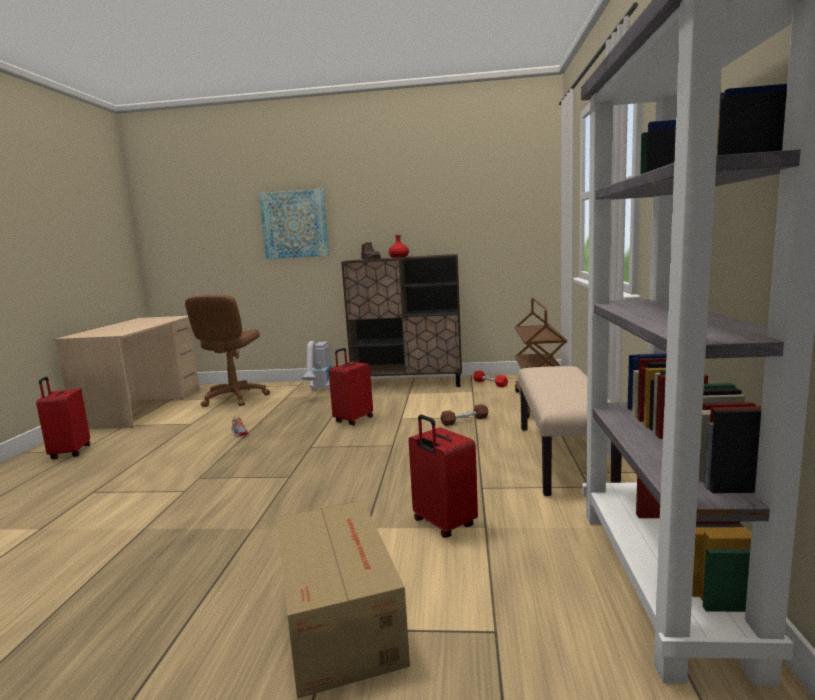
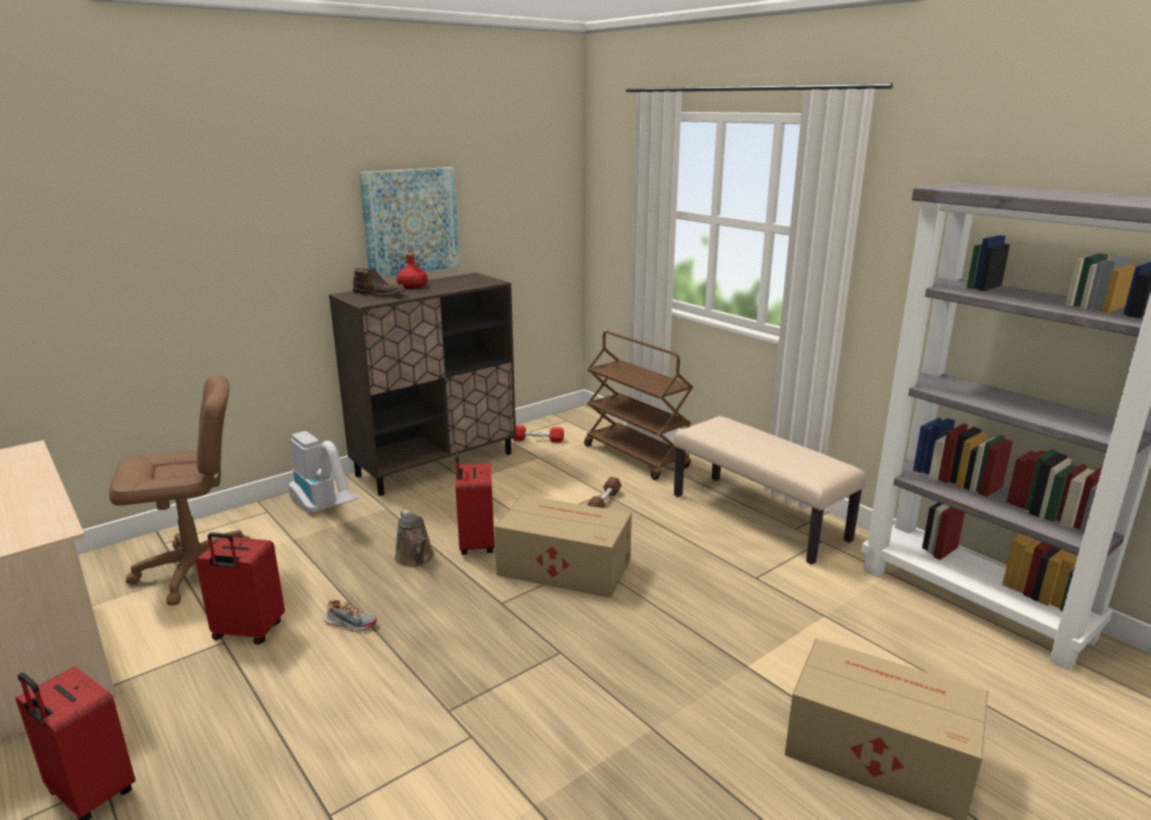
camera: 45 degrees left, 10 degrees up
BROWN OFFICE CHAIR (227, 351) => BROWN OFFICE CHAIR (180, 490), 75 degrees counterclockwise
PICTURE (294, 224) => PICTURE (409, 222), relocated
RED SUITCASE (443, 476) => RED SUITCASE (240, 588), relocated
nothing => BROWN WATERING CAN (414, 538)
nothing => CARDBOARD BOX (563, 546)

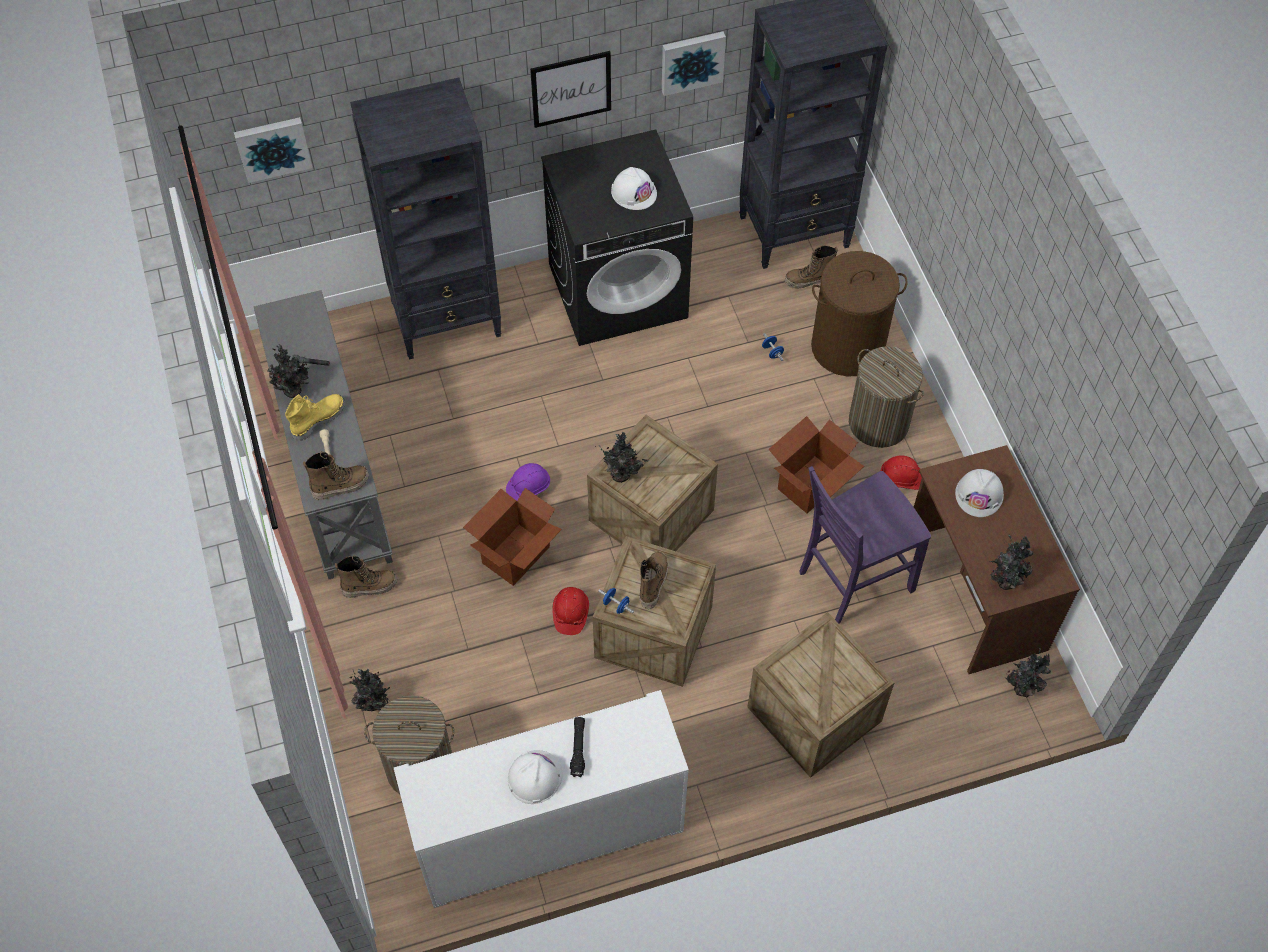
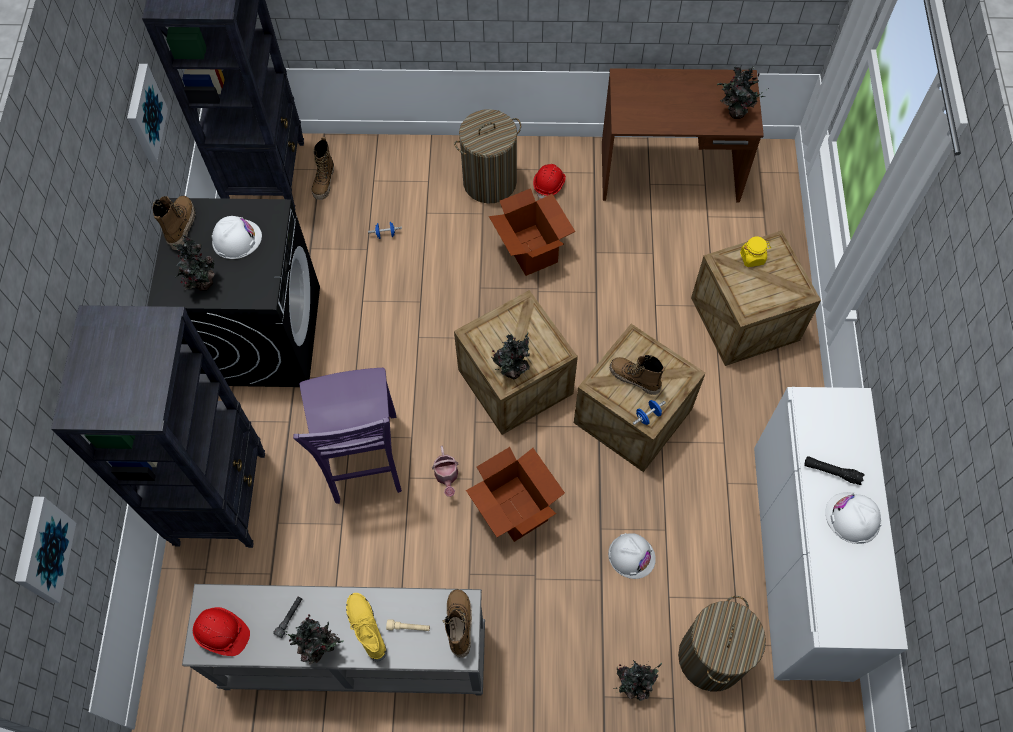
camera: 70 degrees left, 5 degrees up
BOOT (366, 576) => BOOT (173, 223), relocated
PURPLE HARD HAT (528, 482) => WATERING CAN (445, 471)
PICTURE (570, 89) => nothing
RED HARD HAT (571, 611) => RED HARD HAT (221, 631), relocated
PURPLE CHAIR (865, 544) => PURPLE CHAIR (347, 436), relocated
BROWN LAUNDRY BASKET (859, 313) => nothing
WHITE HARD HAT (979, 493) => WHITE HARD HAT (632, 556), relocated
POTTED PLANT (1028, 673) => POTTED PLANT (194, 263), relocated
nothing => YELLOW JAR (755, 251)

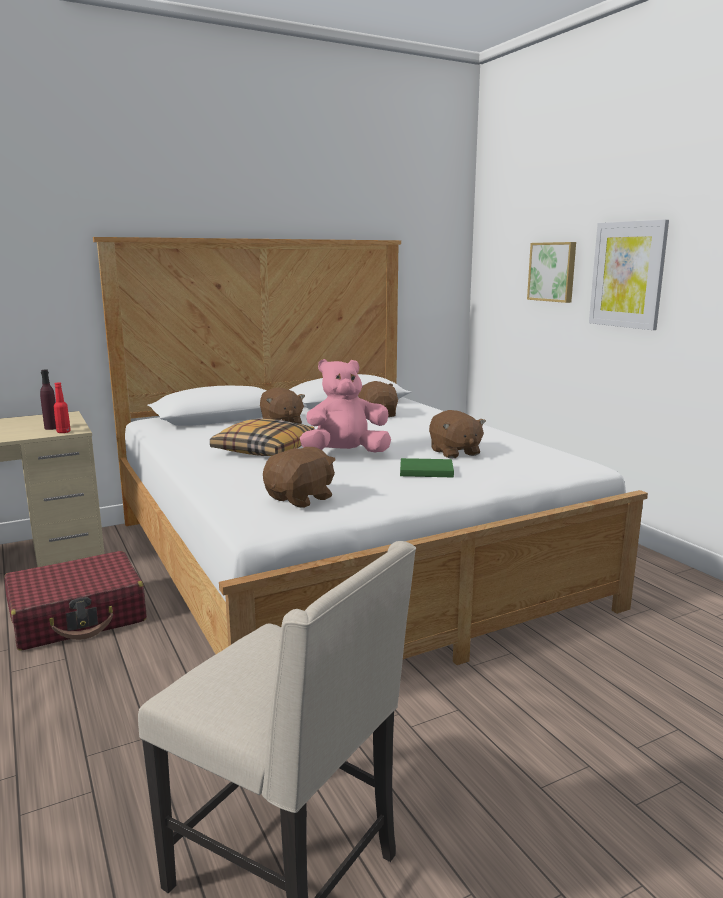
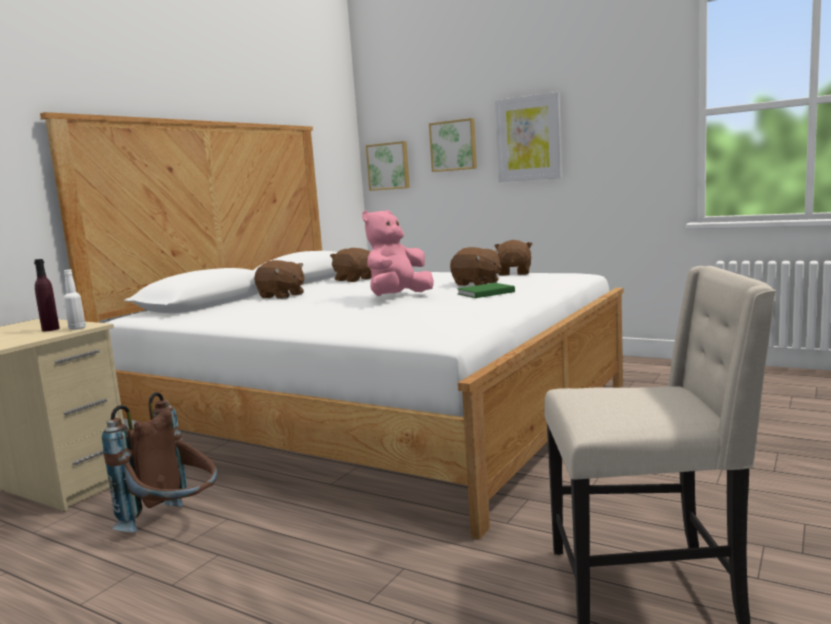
camera: 30 degrees left, 5 degrees down
RED SUITCASE (75, 601) => BROWN BACKPACK (159, 462)
RED BOTTLE (62, 407) => WHITE BOTTLE (75, 300)
PILLOW (262, 437) => nothing
BROWN PLUSH TOY (299, 477) => BROWN PLUSH TOY (513, 258), relocated
nothing => PICTURE (388, 166)

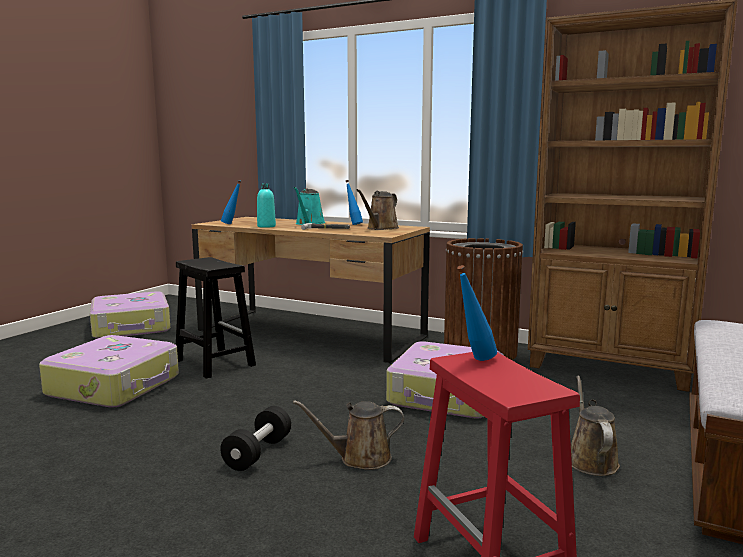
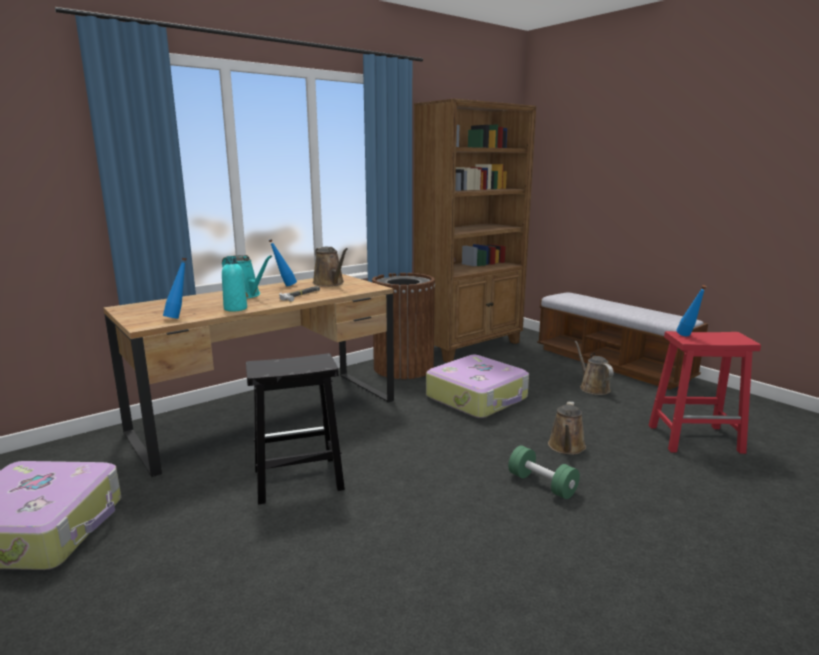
camera: 65 degrees left, 5 degrees up
SUITCASE (109, 371) => nothing
BLACK DUMBBELL (255, 438) => GREEN DUMBBELL (544, 472)
BROWN WATERING CAN (595, 426) => BROWN WATERING CAN (594, 368), 45 degrees clockwise

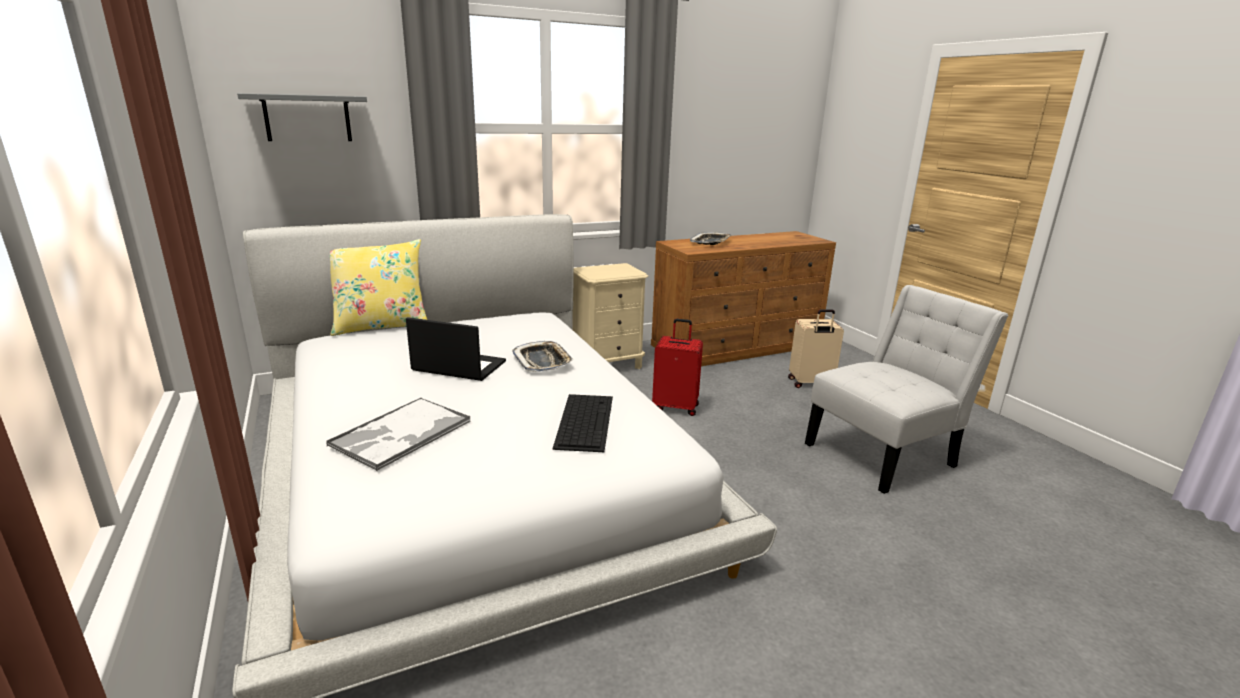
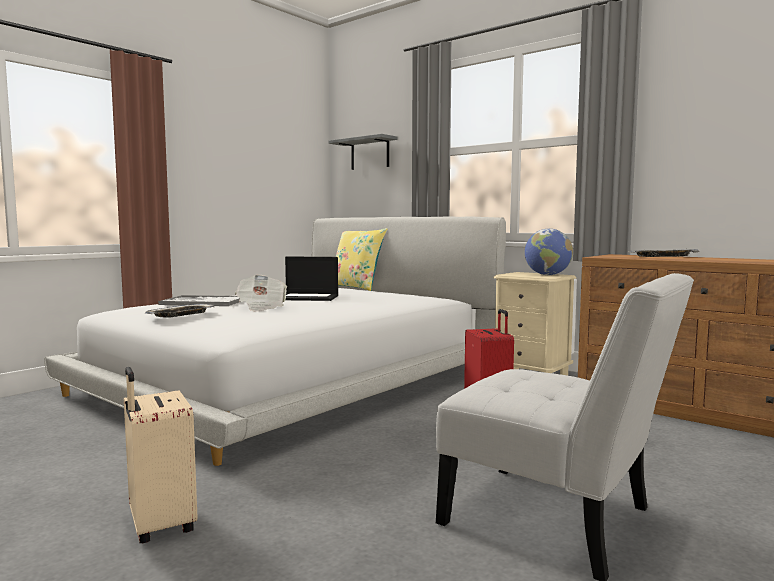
camera: 65 degrees right, 15 degrees down
LAPTOP (456, 349) => LAPTOP (311, 279), 105 degrees clockwise
TRAY (543, 356) => TRAY (180, 311), relocated
KEYBOARD (583, 423) => nothing
BEIGE SUITCASE (816, 348) => BEIGE SUITCASE (160, 455), relocated
nothing => NEWSPAPER (261, 293)
nothing => GLOBE (549, 252)

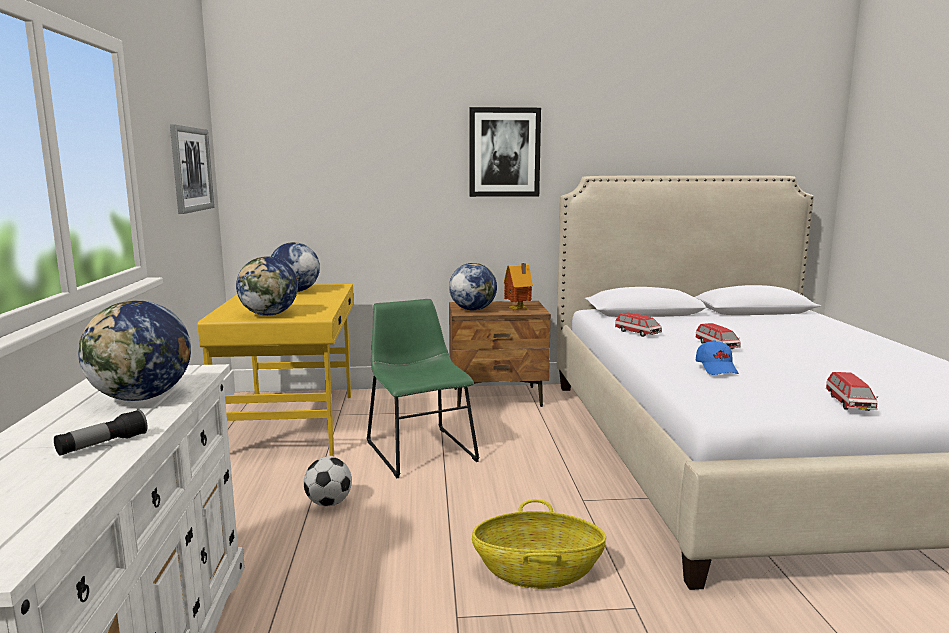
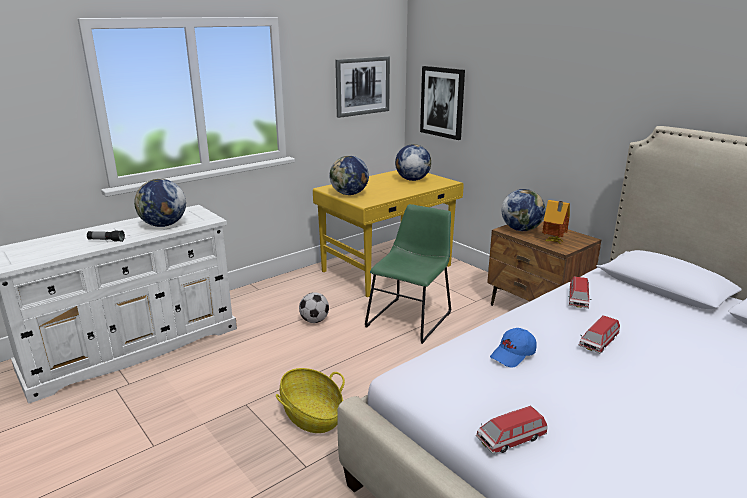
camera: 55 degrees right, 10 degrees up
PICTURE (505, 152) => PICTURE (442, 103), relocated

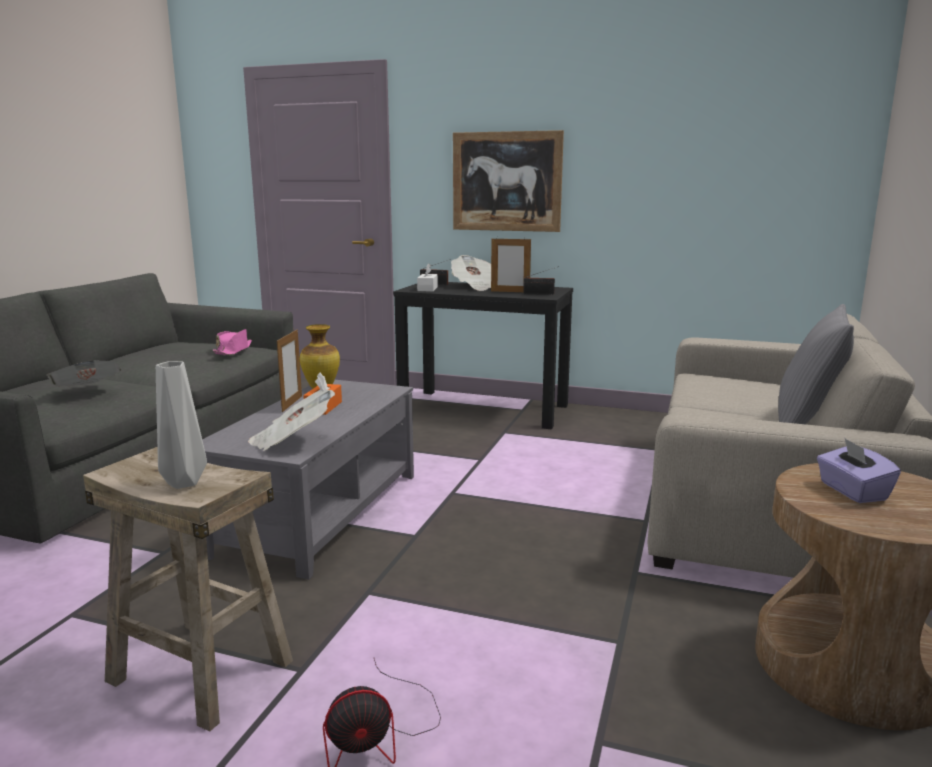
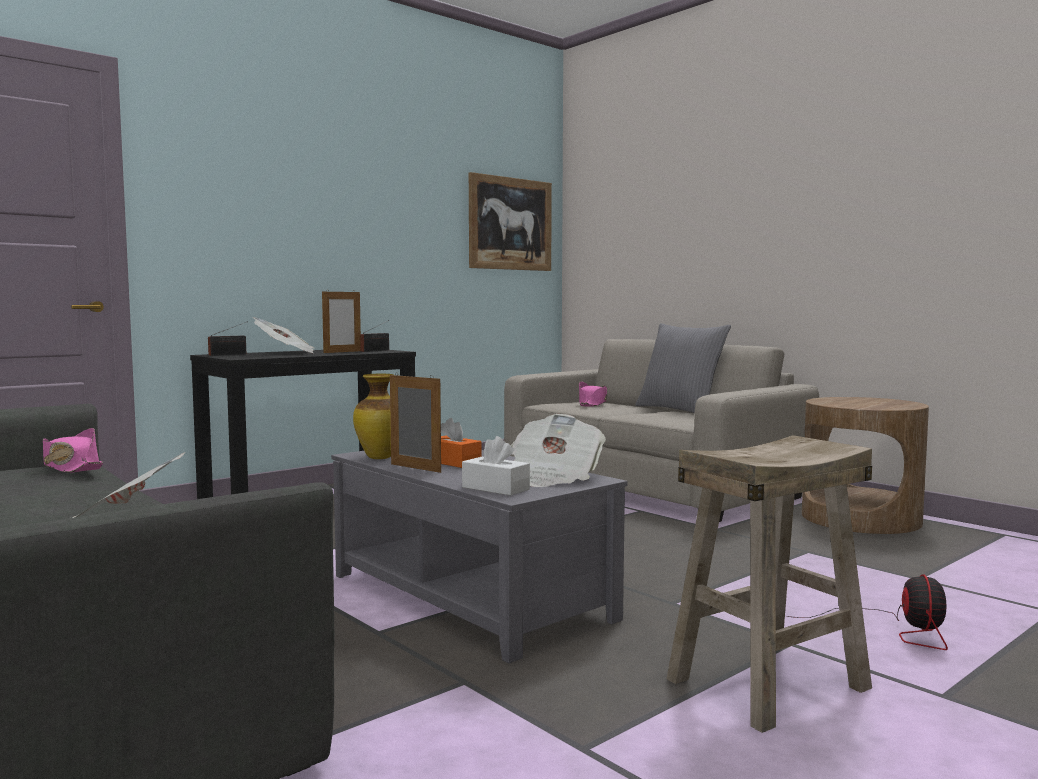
camera: 60 degrees left, 10 degrees down
GREY VASE (181, 425) => nothing
WHITE TISSUE BOX (427, 277) => WHITE TISSUE BOX (496, 466), relocated
PICTURE (508, 181) => PICTURE (510, 221), relocated
PURPLE TISSUE BOX (859, 470) => nothing
nothing => PINK HAT (593, 394)

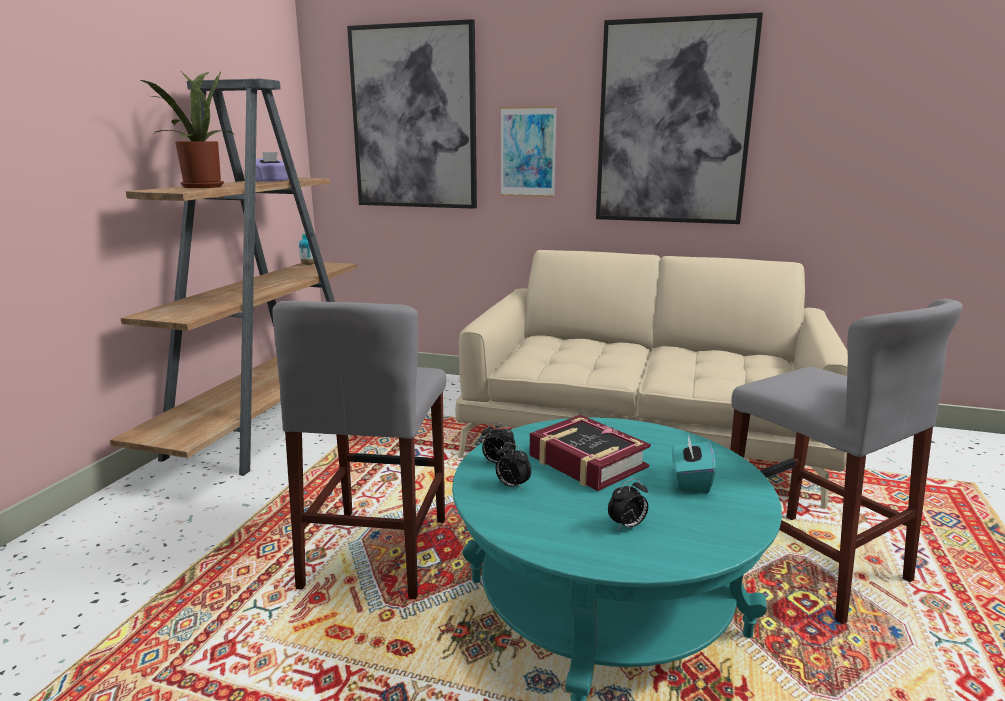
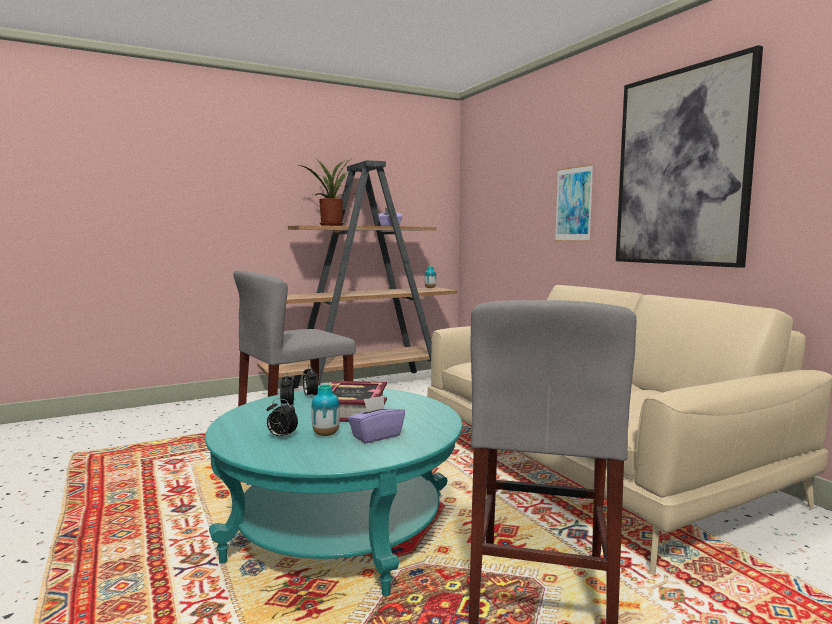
camera: 45 degrees right, 10 degrees down
PICTURE (412, 114) => nothing
TURQUOISE TISSUE BOX (694, 464) => PURPLE TISSUE BOX (376, 420)
nothing => VASE (325, 410)

